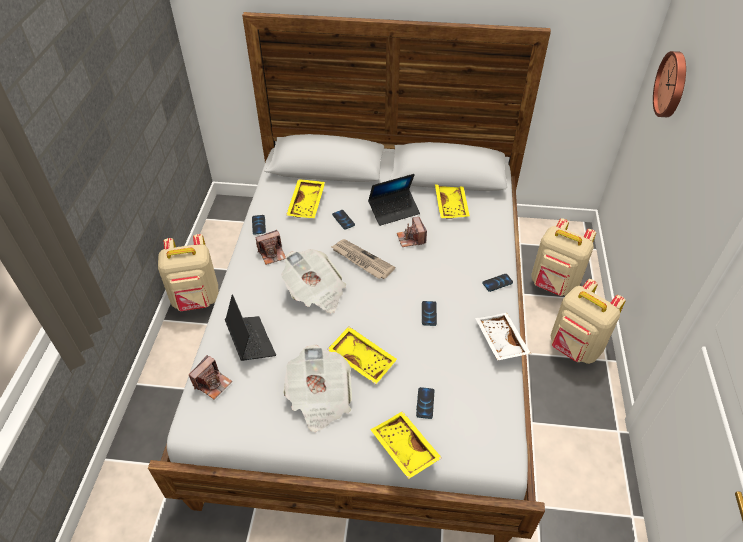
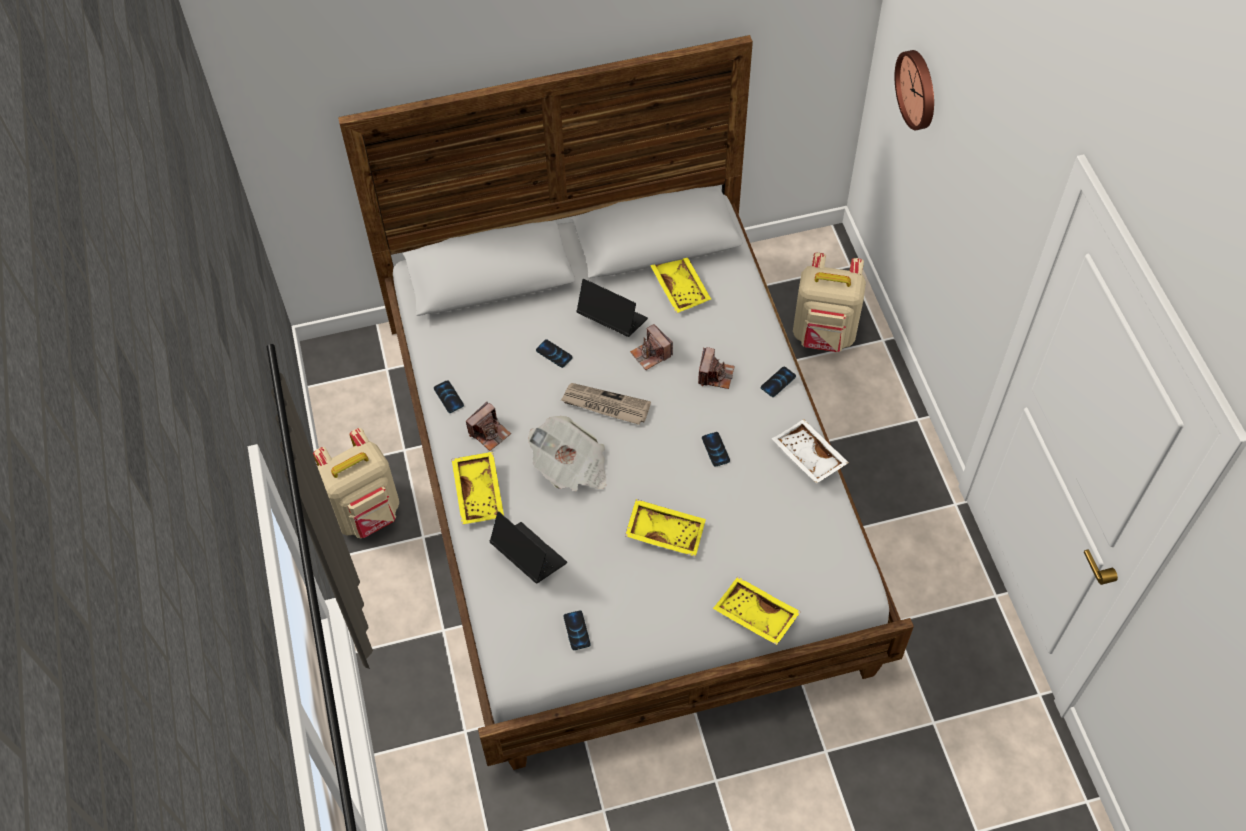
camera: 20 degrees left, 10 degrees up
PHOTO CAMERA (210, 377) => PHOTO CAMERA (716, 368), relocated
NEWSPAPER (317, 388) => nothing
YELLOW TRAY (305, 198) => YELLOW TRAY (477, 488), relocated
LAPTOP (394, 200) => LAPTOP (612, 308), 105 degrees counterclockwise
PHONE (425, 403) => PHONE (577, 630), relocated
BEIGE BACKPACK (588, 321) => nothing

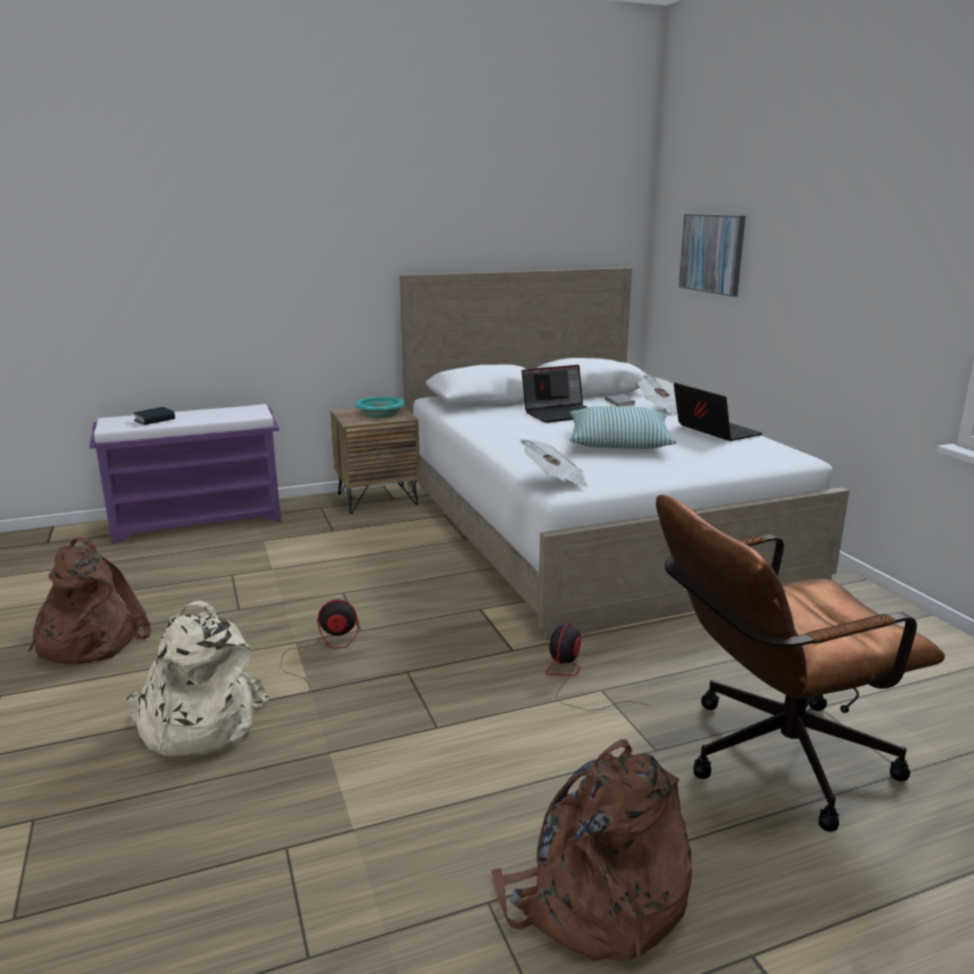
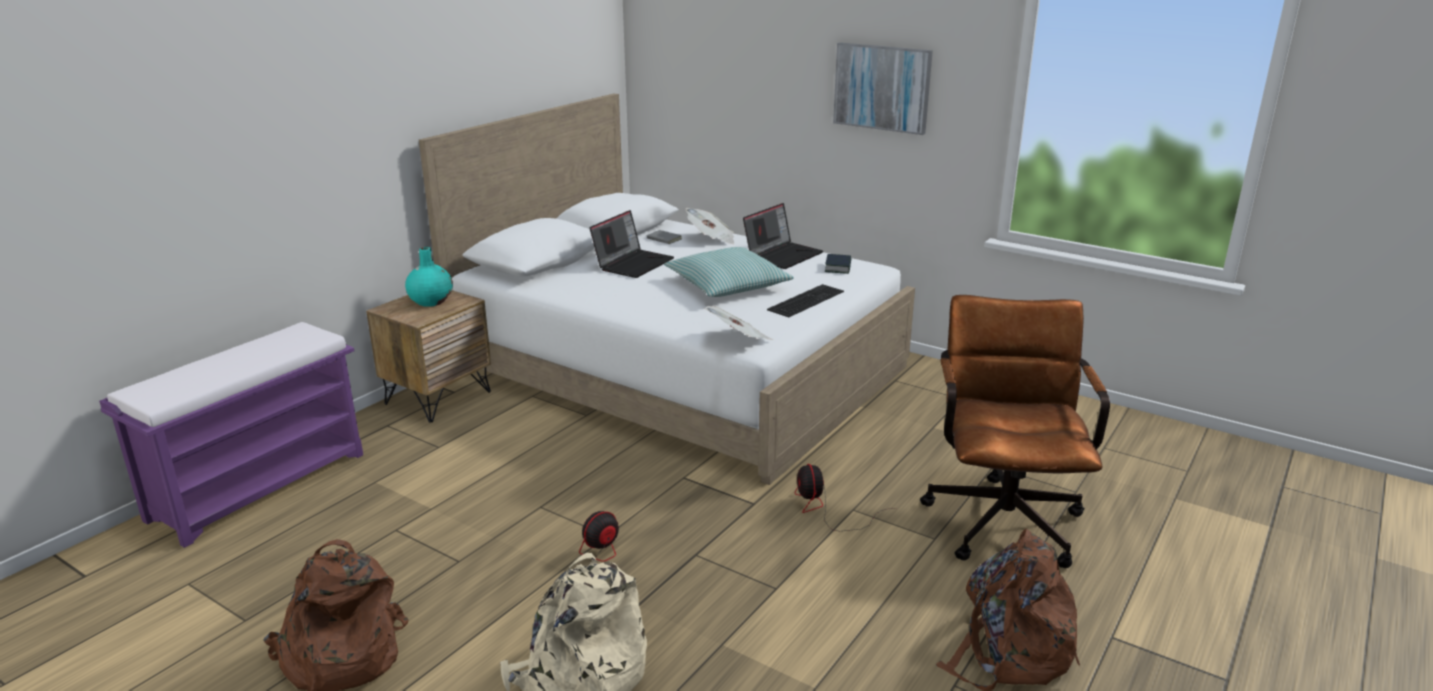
camera: 35 degrees left, 5 degrees up
BOOK (154, 416) => BOOK (838, 264), relocated
TURQUOISE BOWL (380, 407) => TURQUOISE VASE (429, 277)
BROWN OFFICE CHAIR (800, 663) => BROWN OFFICE CHAIR (1015, 431), 150 degrees clockwise
LAPTOP (718, 412) => LAPTOP (783, 236), 105 degrees clockwise
PICTURE (712, 255) => PICTURE (883, 88), relocated
nothing => KEYBOARD (805, 300)

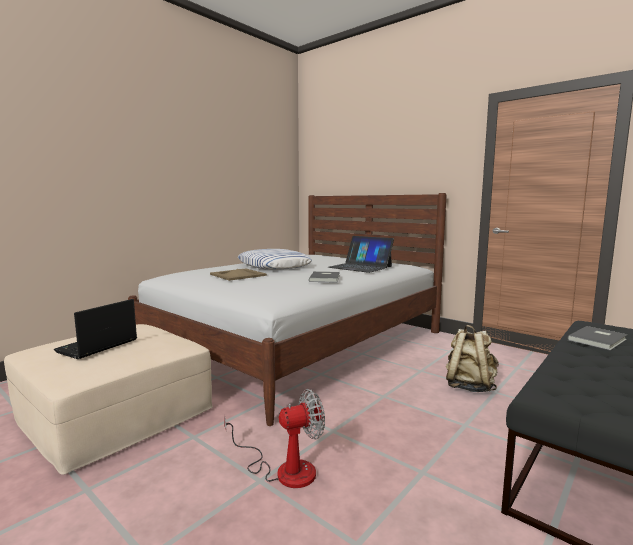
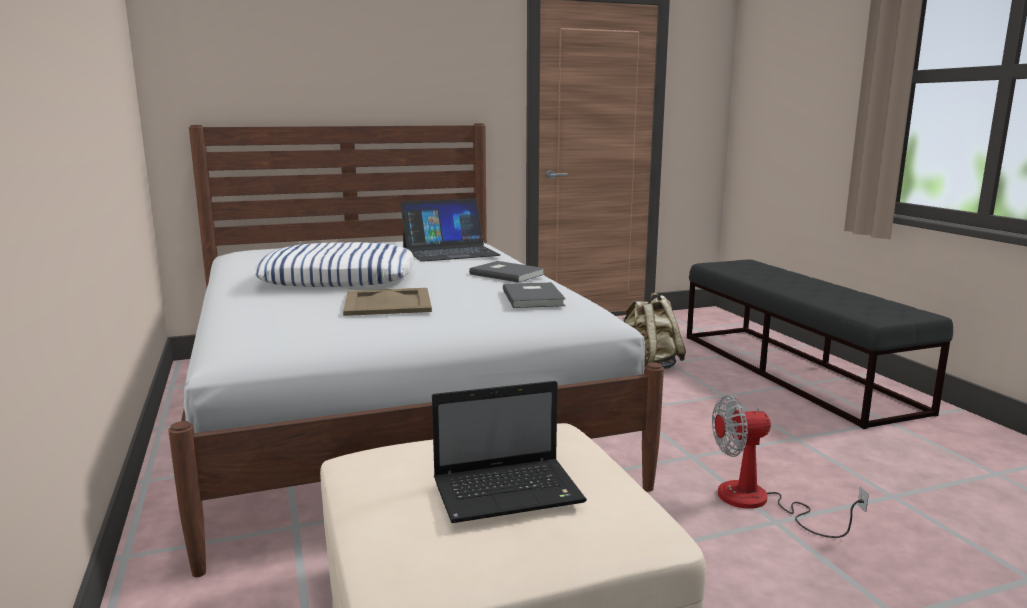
camera: 60 degrees left, 5 degrees up
LAPTOP (95, 329) => LAPTOP (509, 452), 75 degrees counterclockwise
FAN (274, 438) => FAN (790, 466), 105 degrees counterclockwise
GREY BOOK (597, 338) => GREY BOOK (534, 295), relocated

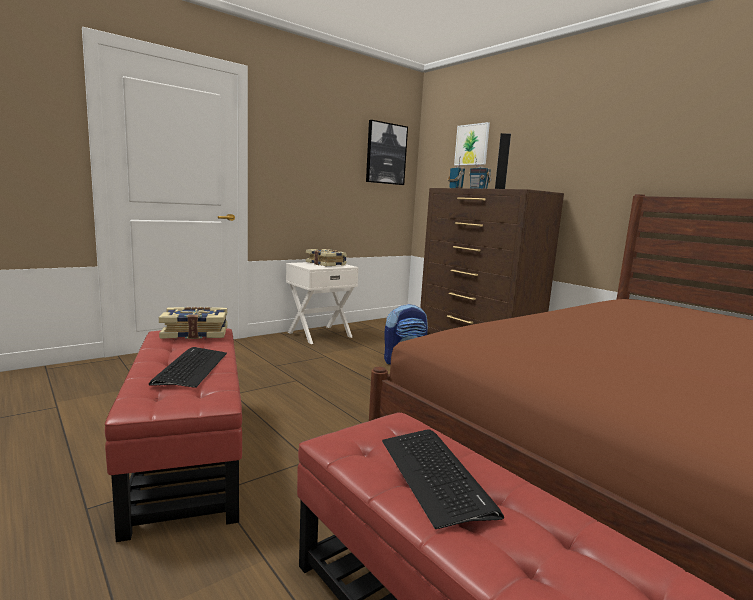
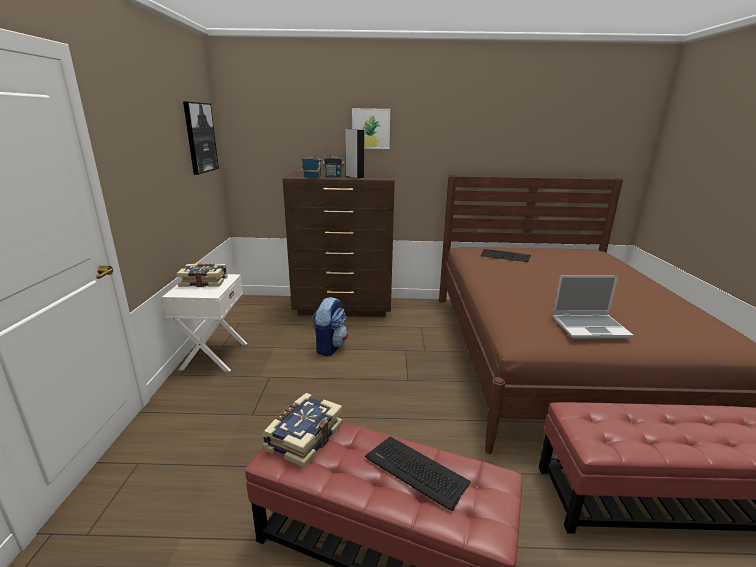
camera: 50 degrees left, 10 degrees up
KEYBOARD (443, 479) => KEYBOARD (506, 255), relocated
PICTURE (472, 144) => PICTURE (371, 128), relocated
nothing => LAPTOP (593, 307)

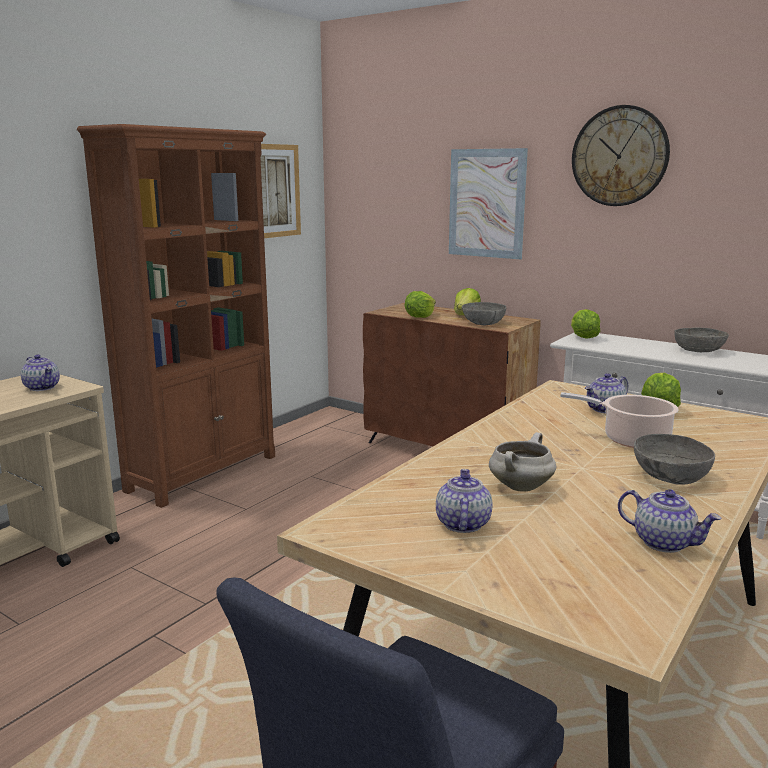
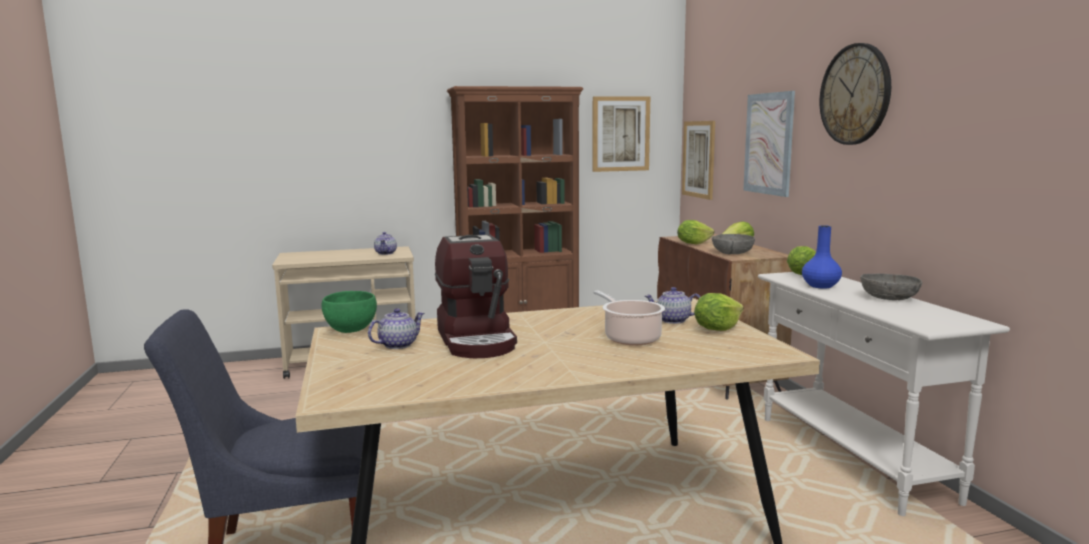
camera: 40 degrees right, 5 degrees down
WHITE COOKING POT (522, 462) => COFFEE MACHINE (476, 296)
TEAPOT (670, 521) => nothing
GREY BOWL (674, 459) => nothing
nothing => GREEN BOWL (349, 312)
nothing => PICTURE (698, 160)
nothing => BLUE VASE (822, 256)

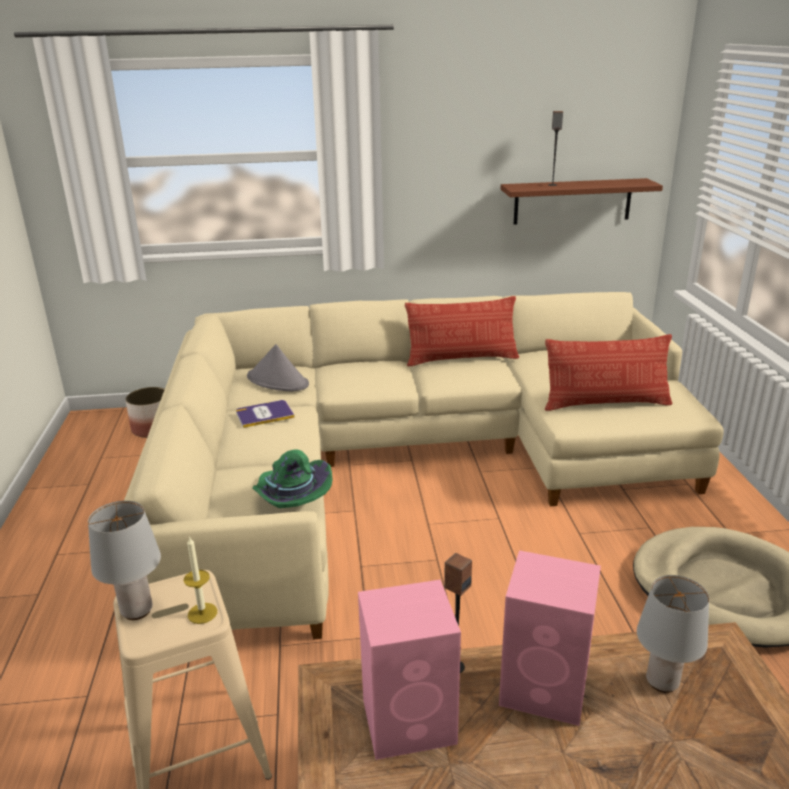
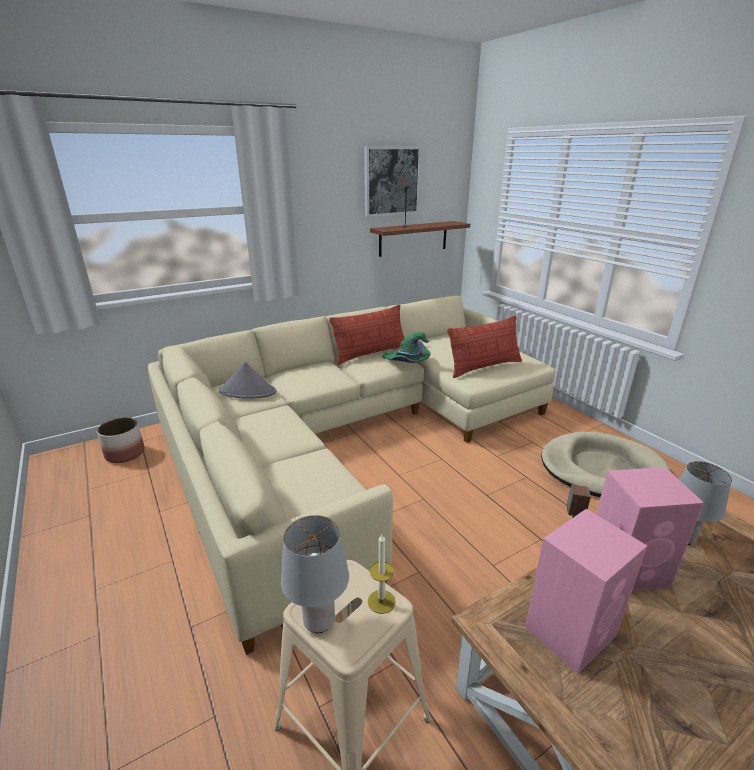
camera: 25 degrees left, 0 degrees up
BOOK (265, 414) => nothing
GREEN HAT (292, 478) => GREEN HAT (406, 347), relocated
nothing => PICTURE (392, 181)

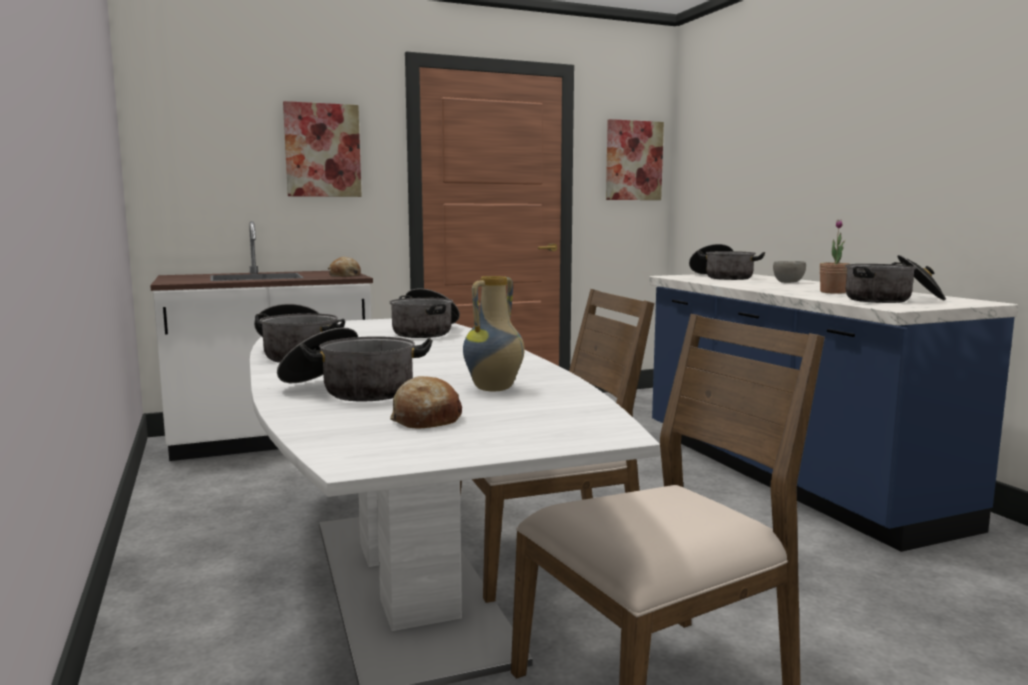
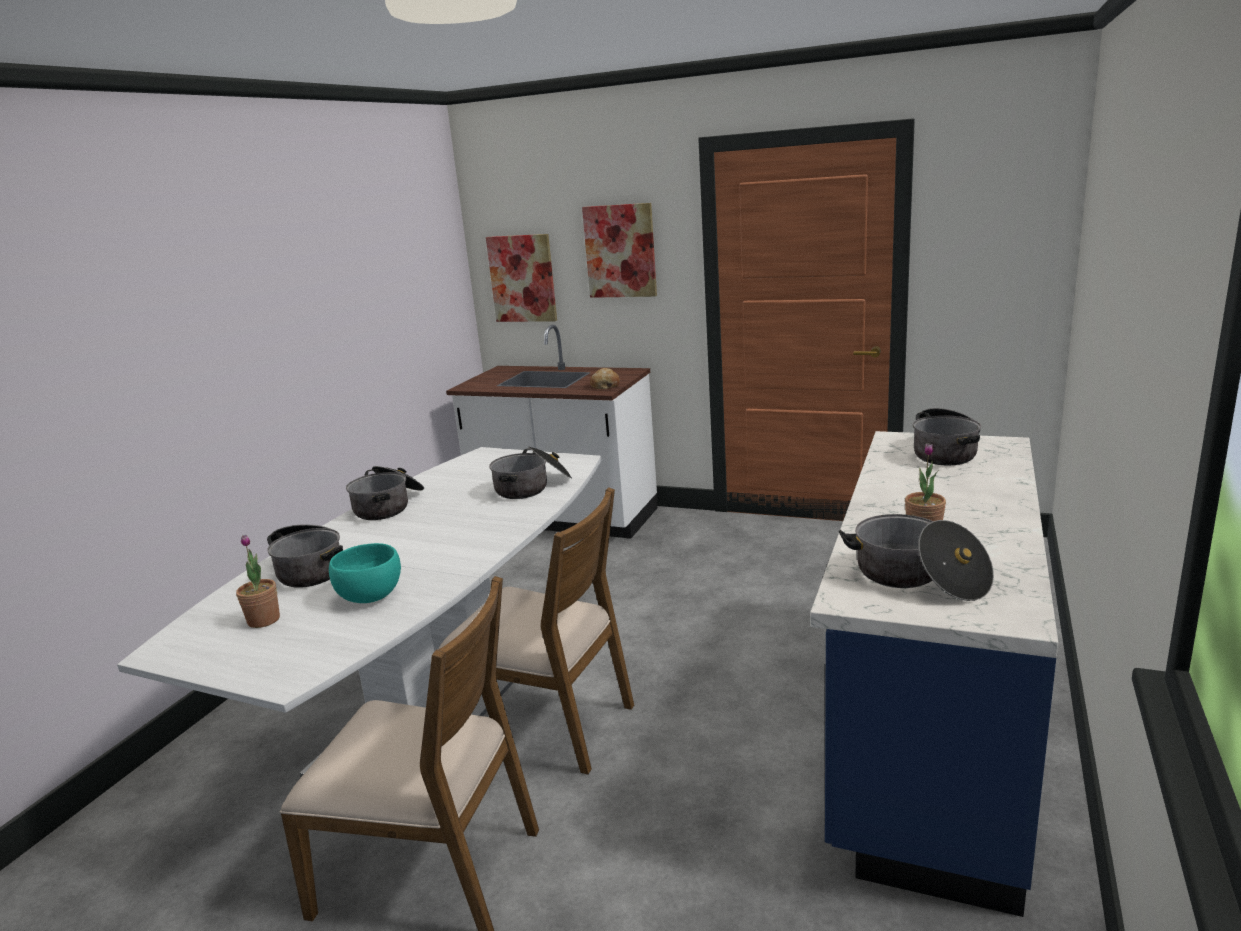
camera: 45 degrees right, 10 degrees up
BREAD (426, 402) => POTTED PLANT (258, 581)
VASE (494, 333) => TURQUOISE BOWL (365, 573)
PICTURE (635, 159) => PICTURE (521, 278), relocated
GREY BOWL (789, 272) => nothing

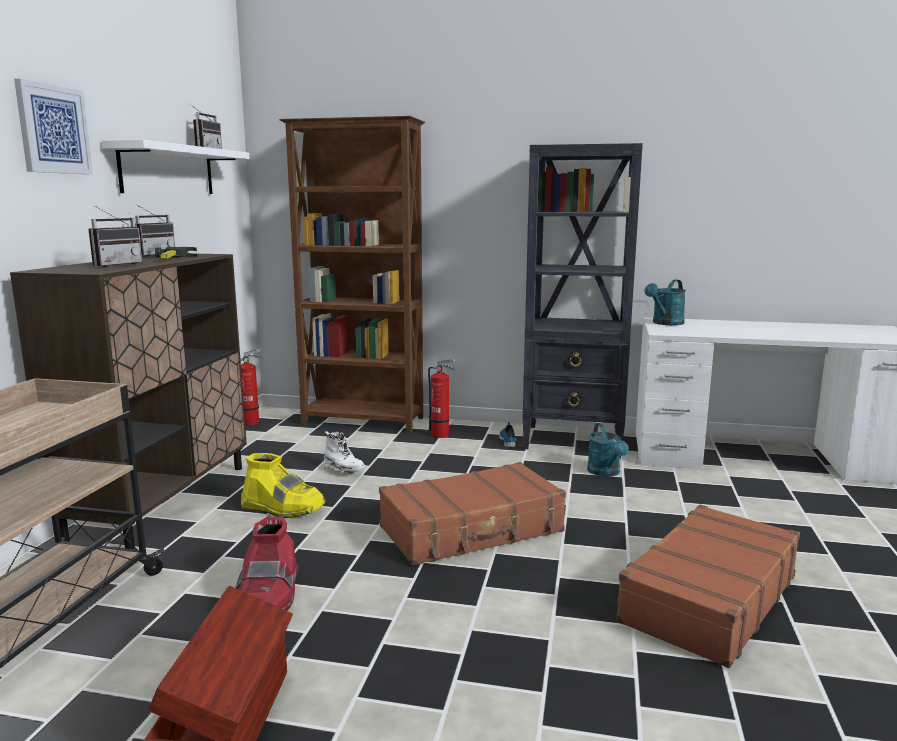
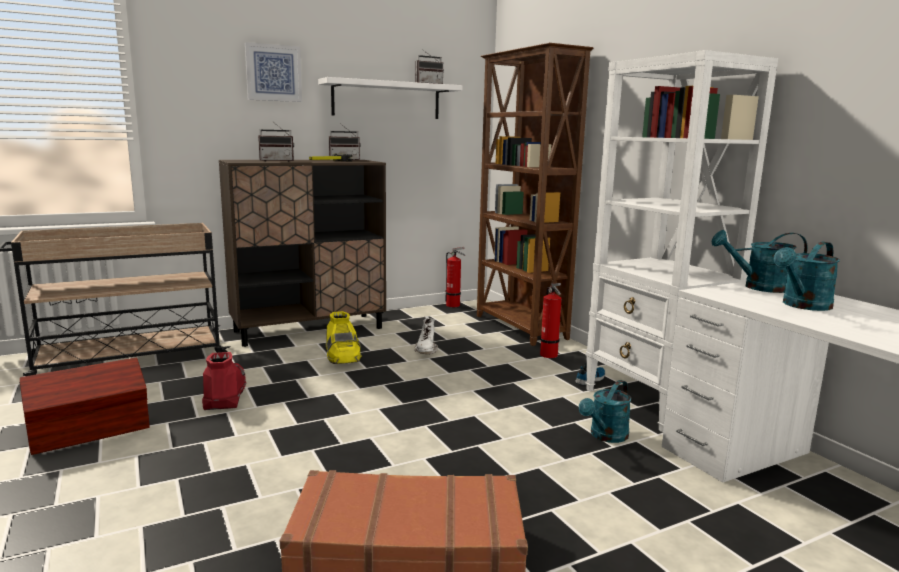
camera: 50 degrees right, 0 degrees up
RED BOOT (266, 564) => RED BOOT (224, 381), 120 degrees clockwise
BROWN SUITCASE (472, 514) => nothing
BLACK BOOKCASE (583, 296) => WHITE BOOKCASE (681, 241)
nothing => TURQUOISE WATERING CAN (806, 276)

